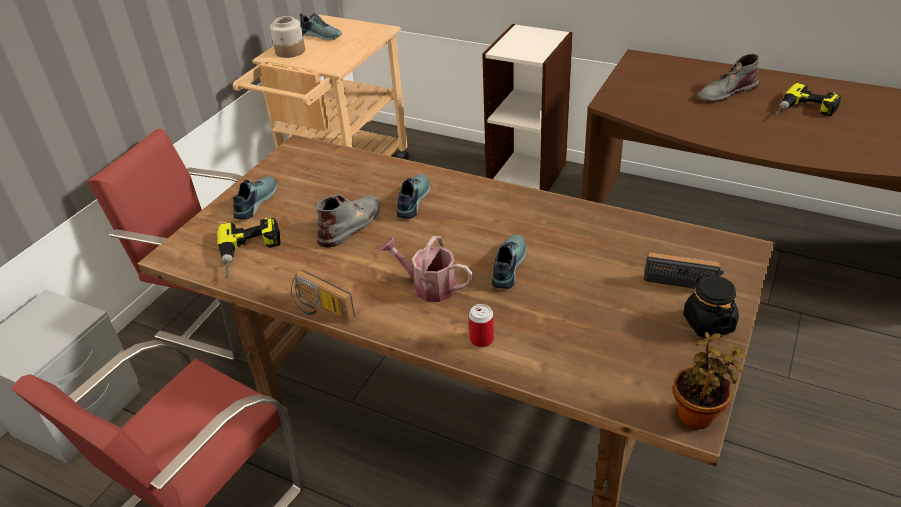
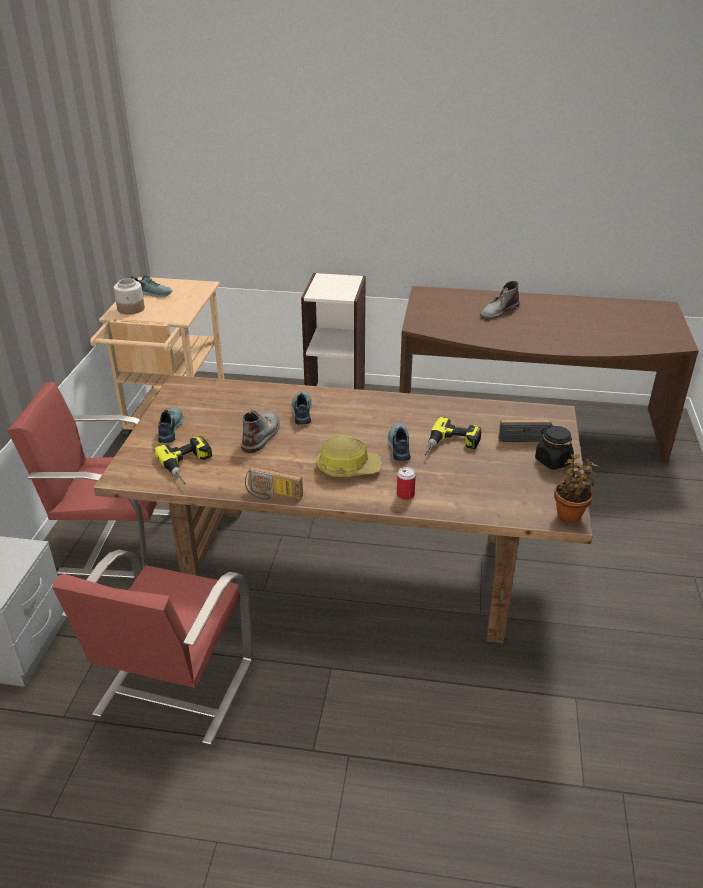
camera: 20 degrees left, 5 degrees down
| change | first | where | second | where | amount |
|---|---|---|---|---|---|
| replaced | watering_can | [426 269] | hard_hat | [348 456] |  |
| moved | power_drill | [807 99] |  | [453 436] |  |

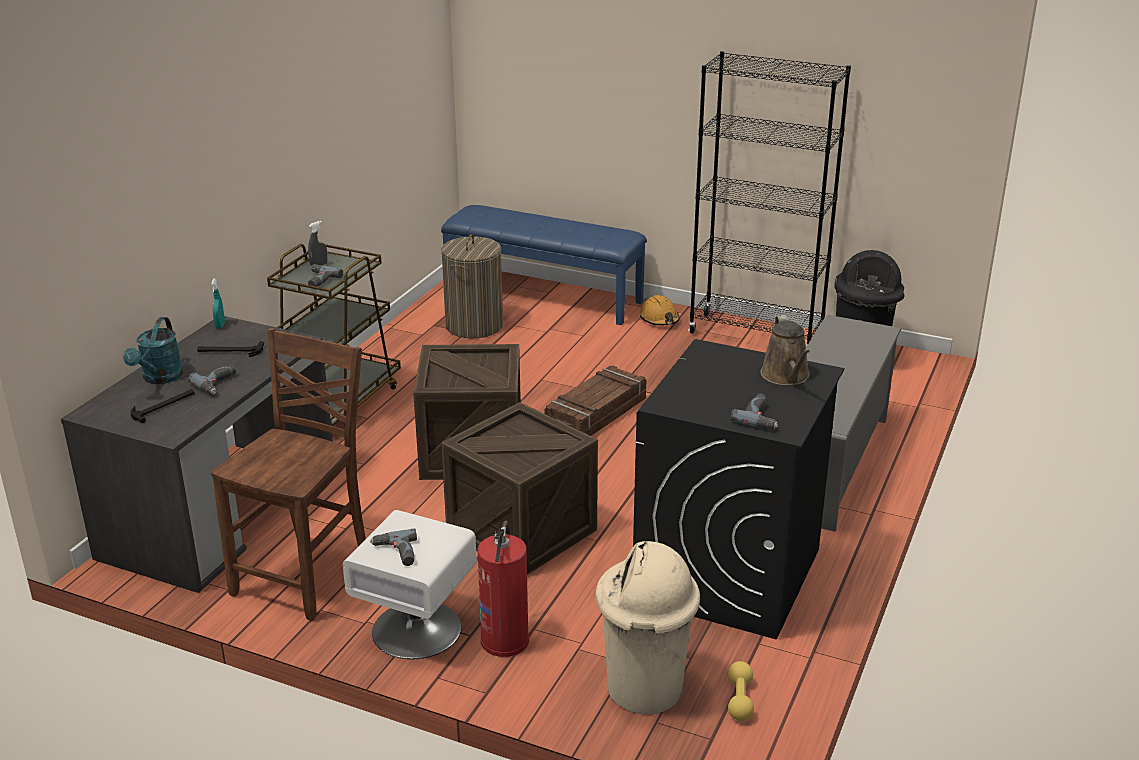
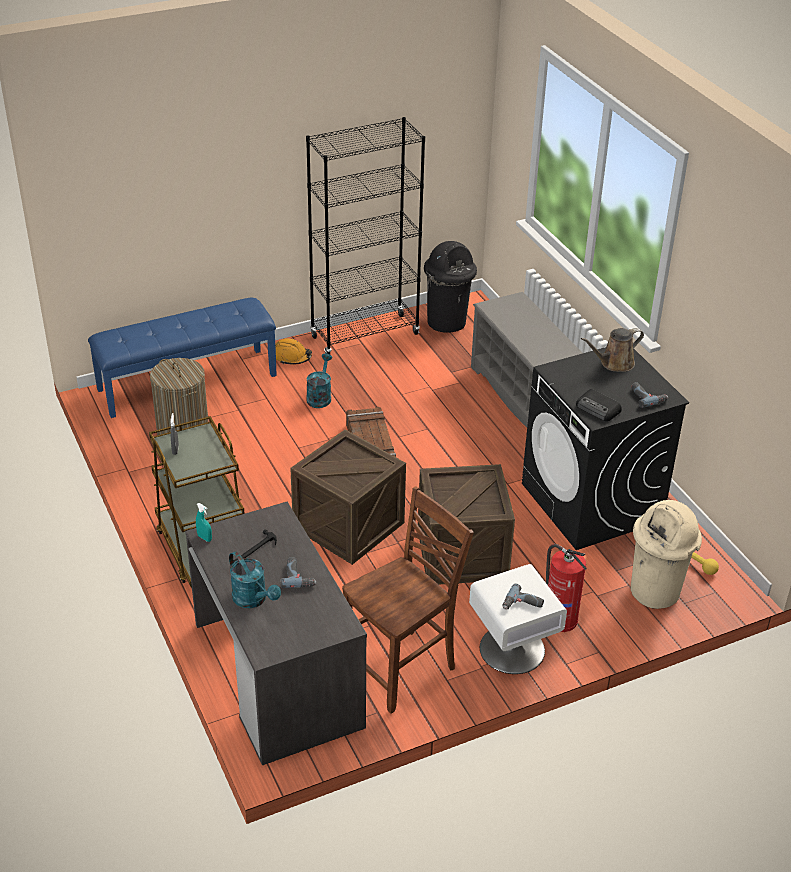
camera: 50 degrees left, 10 degrees up
| change | first | where | second | where | amount |
|---|---|---|---|---|---|
| added |  |  | turquoise_watering_can | [319 381] |  |
| turned | brown_chair | [288 474] |  | [408 600] | 75 degrees clockwise |
| added |  |  | radio | [599 405] |  |
| turned | brown_watering_can | [785 350] |  | [612 350] | 120 degrees clockwise |
| removed | hammer | [162 406] |  |  |  |
| removed | power_drill | [325 275] |  |  |  |

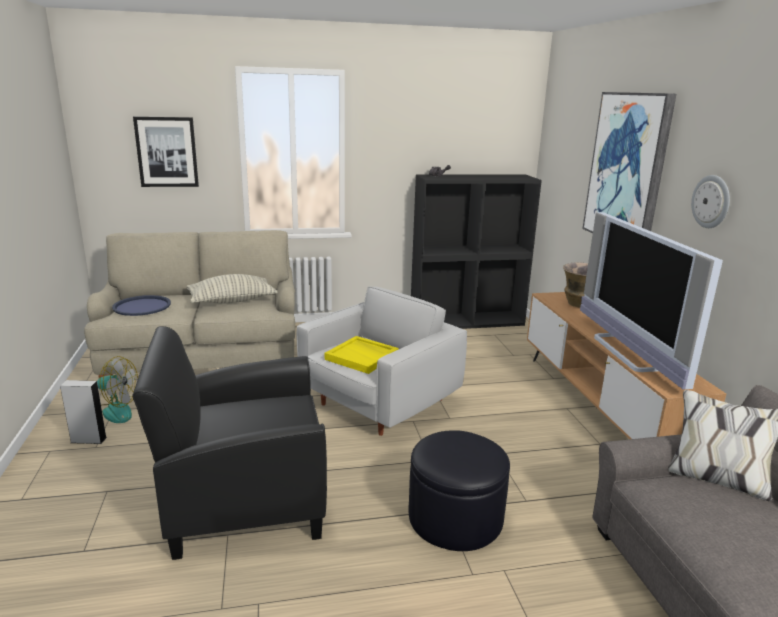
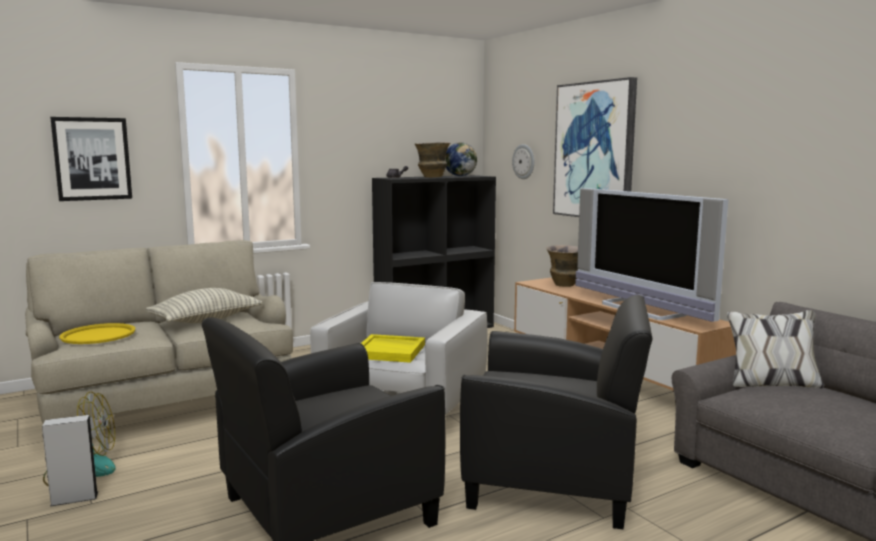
camera: 20 degrees left, 10 degrees down
| change | first | where | second | where | amount |
|---|---|---|---|---|---|
| recoloured | blue_tray | [141 305] | yellow_tray | [97 333] |  |
| added |  |  | vase | [432 160] |  |
| added |  |  | globe | [461 159] |  |
| replaced | black_ottoman | [459 490] | black_armchair | [556 412] |  |
| moved | wall_clock | [710 201] |  | [523 161] |  |

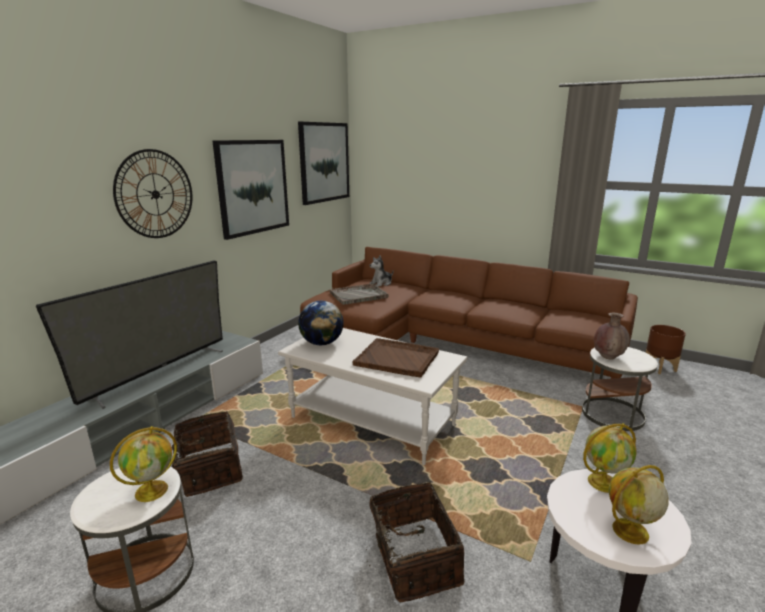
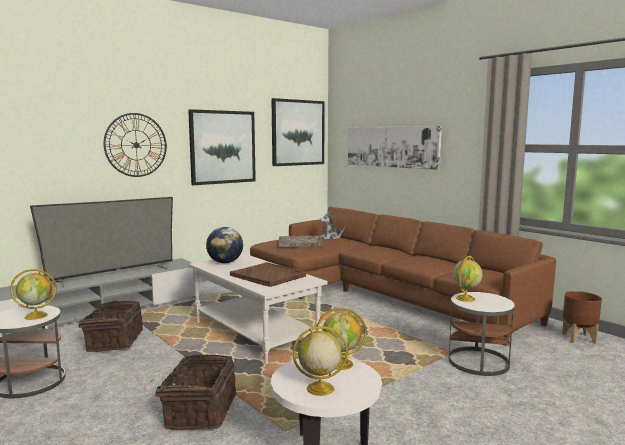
camera: 20 degrees right, 10 degrees down
| change | first | where | second | where | amount |
|---|---|---|---|---|---|
| added |  |  | picture | [395 148] |  |
| replaced | brown_vase | [612 336] | globe | [467 279] |  |

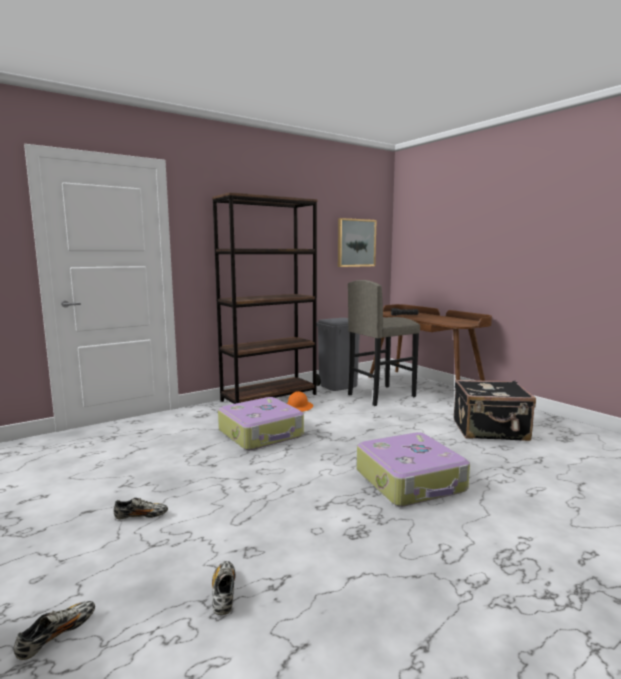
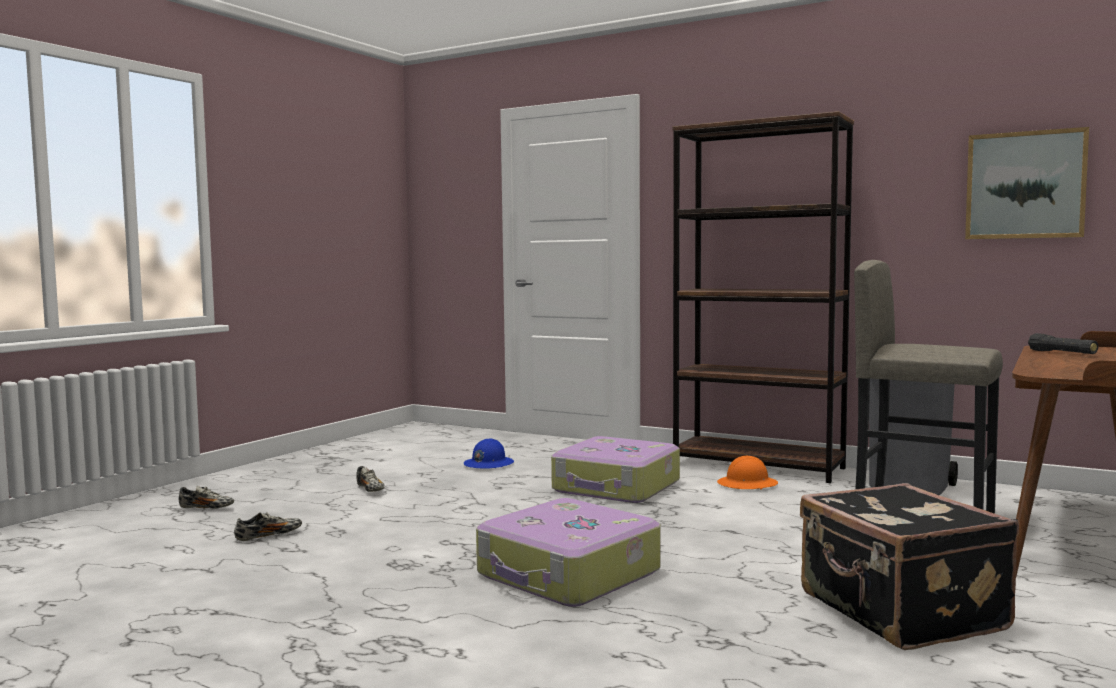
camera: 65 degrees right, 5 degrees down
| change | first | where | second | where | amount |
|---|---|---|---|---|---|
| added |  |  | blue_hard_hat | [489 453] |  |

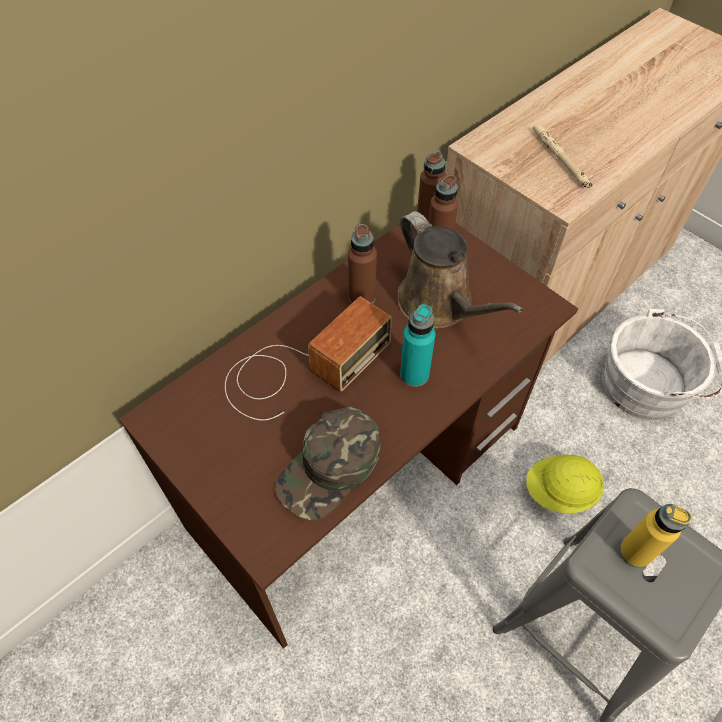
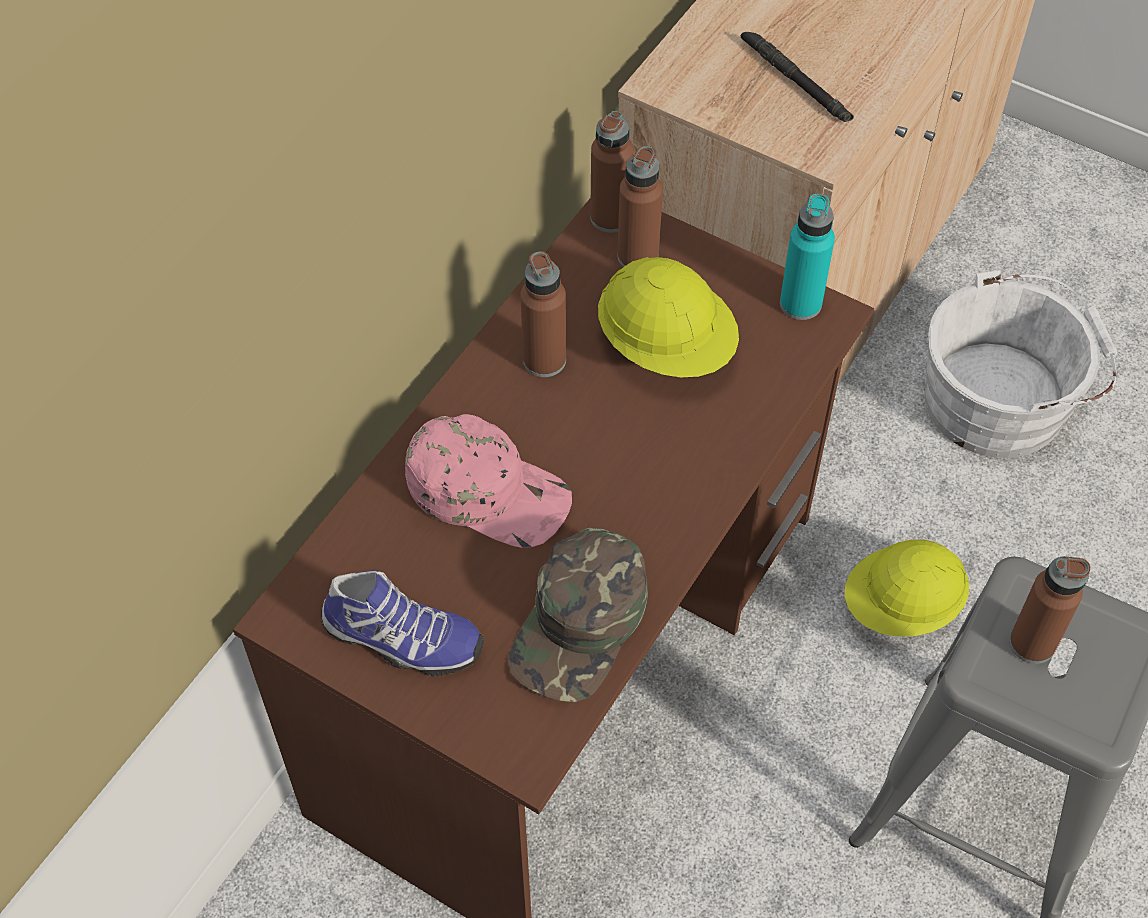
camera: 15 degrees left, 0 degrees up
| change | first | where | second | where | amount |
|---|---|---|---|---|---|
| added |  |  | shoe | [402 623] |  |
| replaced | radio | [309 358] | pink_cap | [488 481] |  |
| replaced | brown_watering_can | [460 270] | yellow_hard_hat | [668 317] |  |
| recoloured | beige_flashlight | [562 156] | black_flashlight | [797 77] |  |
| moved | turquoise_bottle | [418 345] |  | [807 257] |  |
| recoloured | yellow_bottle | [655 536] | brown_bottle | [1049 610] |  |

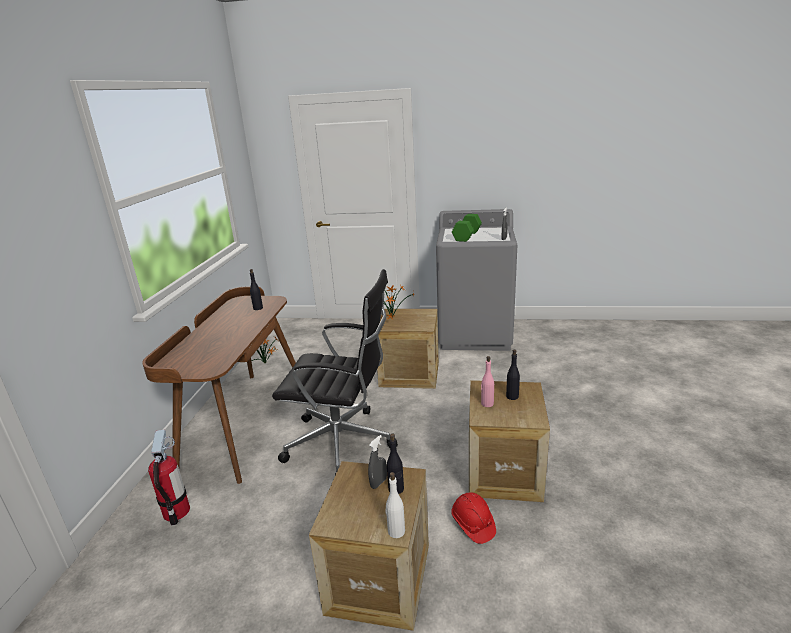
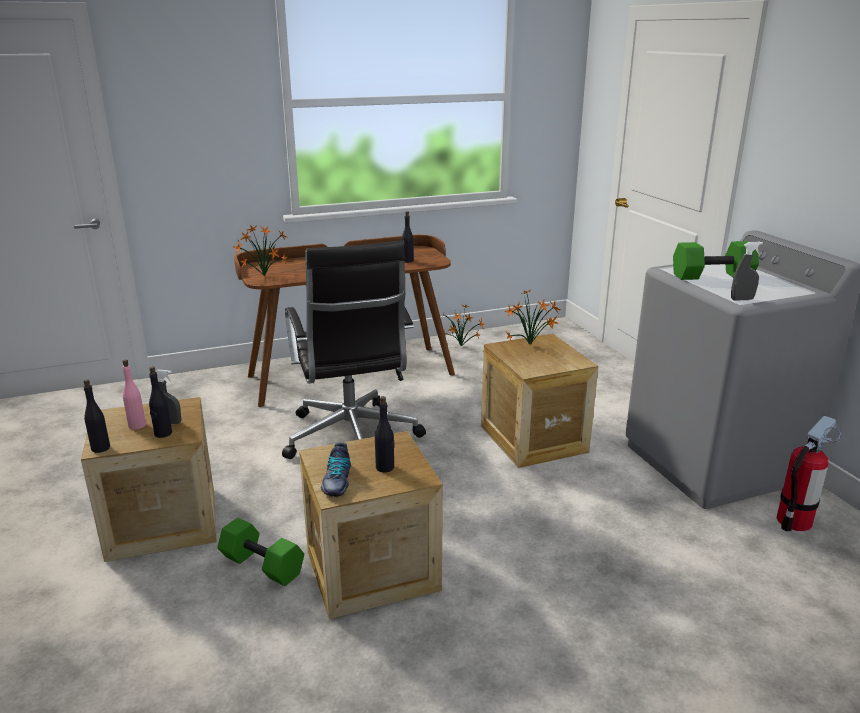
camera: 60 degrees right, 0 degrees up
| change | first | where | second | where | amount |
|---|---|---|---|---|---|
| recoloured | white_bottle | [395 505] | black_bottle | [96 416] |  |
| moved | pink_bottle | [487 381] |  | [134 394] |  |
| replaced | red_hard_hat | [473 518] | green_dumbbell | [260 552] |  |
| added |  |  | potted_plant | [260 250] |  |
| added |  |  | shoe | [336 469] |  |
| moved | fire_extinguisher | [169 477] |  | [809 473] |  |

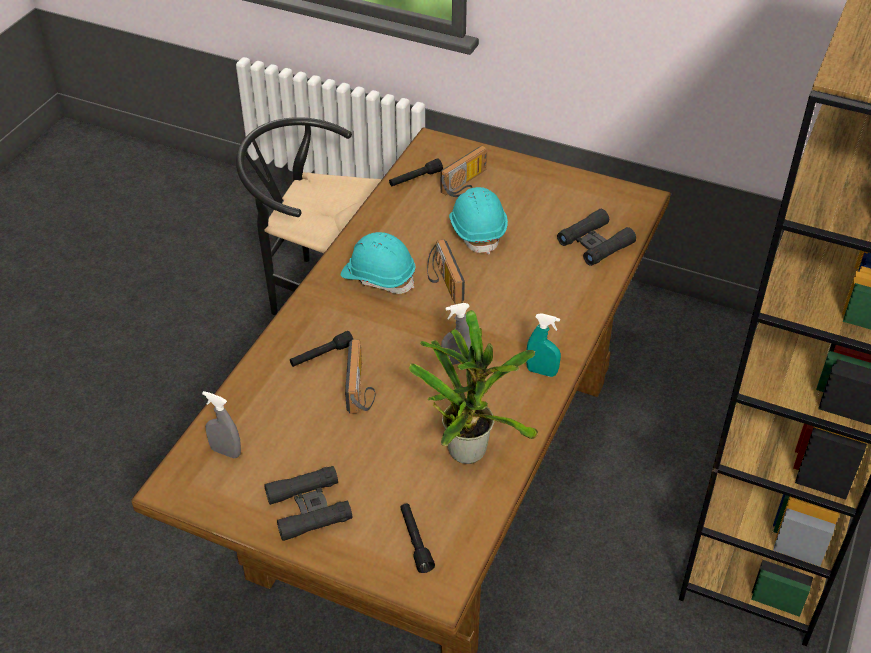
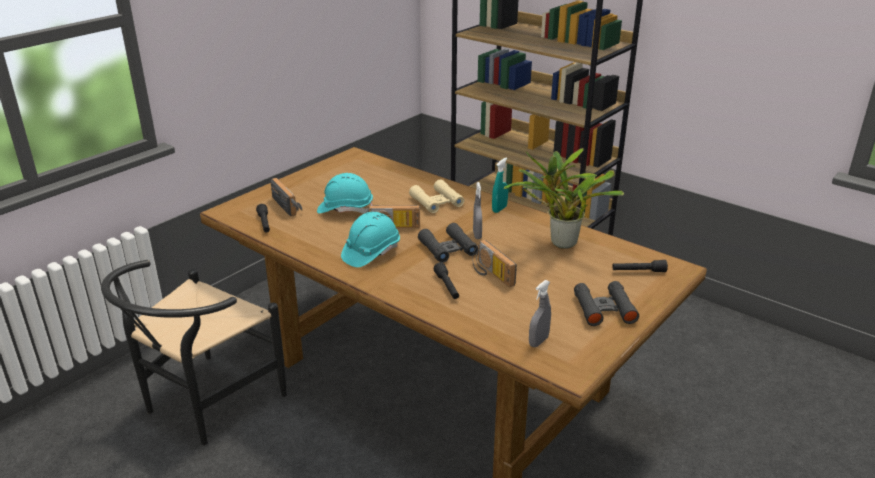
camera: 75 degrees left, 15 degrees down
| change | first | where | second | where | amount |
|---|---|---|---|---|---|
| added |  |  | beige_binoculars | [436 196] |  |
| moved | black_binoculars | [596 237] |  | [448 243] |  |
| turned | radio | [360 376] |  | [494 263] | 135 degrees counterclockwise |

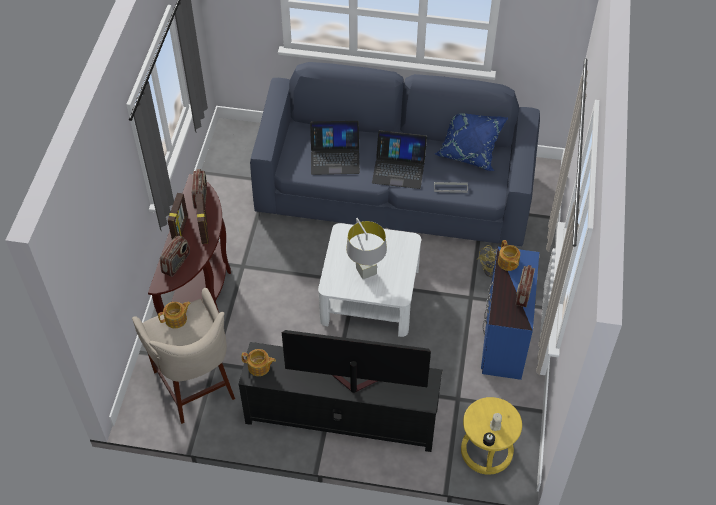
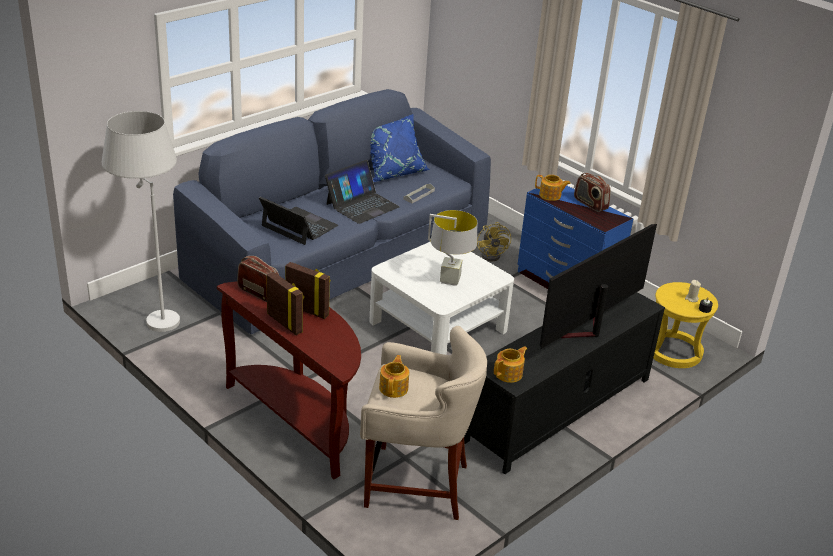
camera: 55 degrees left, 20 degrees down
| change | first | where | second | where | amount |
|---|---|---|---|---|---|
| added |  |  | white_floor_lamp | [141 221] |  |
| turned | laptop | [335 148] |  | [298 221] | 90 degrees counterclockwise |
| removed | radio | [175 256] |  |  |  |

